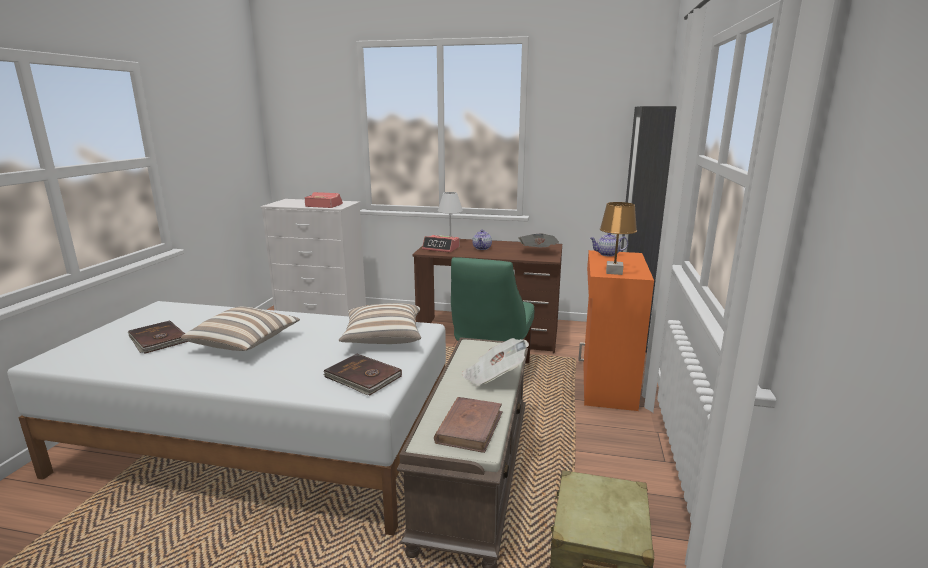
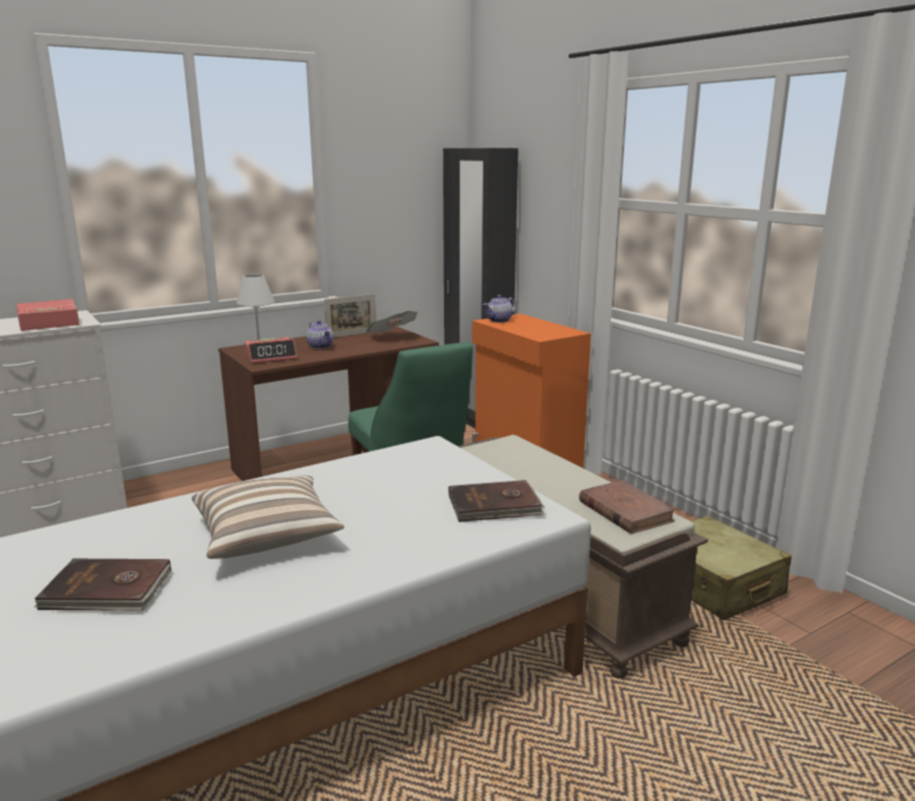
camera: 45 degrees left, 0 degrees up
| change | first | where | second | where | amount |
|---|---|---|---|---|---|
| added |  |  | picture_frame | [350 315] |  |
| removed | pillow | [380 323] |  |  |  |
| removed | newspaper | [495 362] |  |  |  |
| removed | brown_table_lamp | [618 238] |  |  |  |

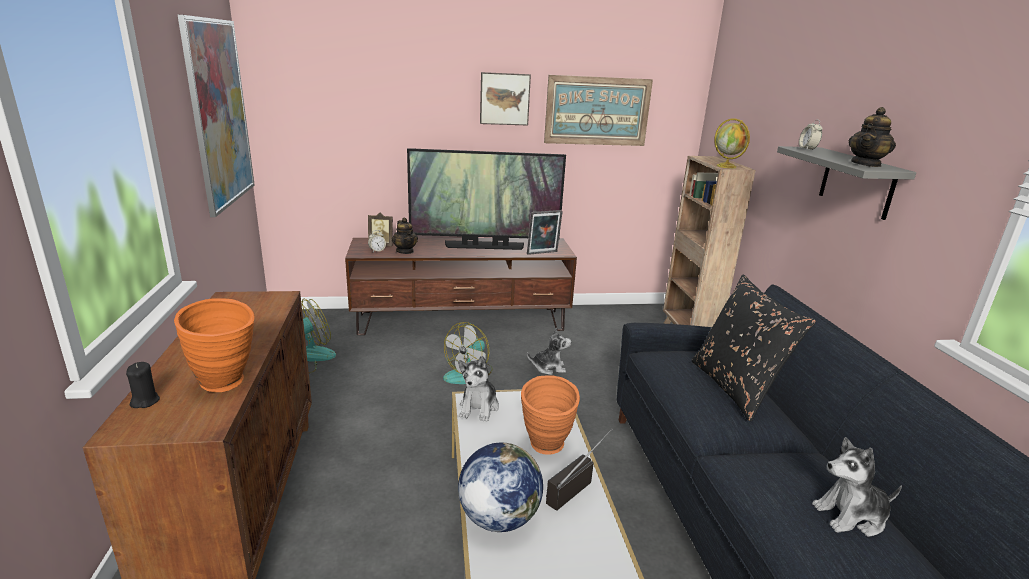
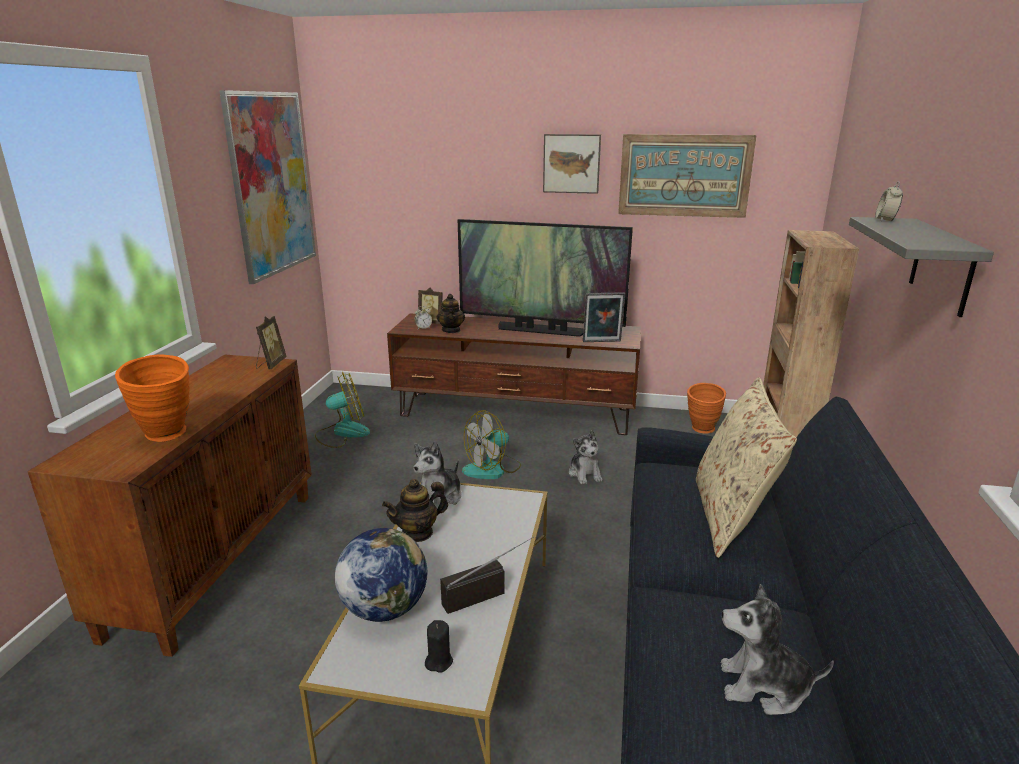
camera: 20 degrees right, 0 degrees up
| change | first | where | second | where | amount |
|---|---|---|---|---|---|
| added |  |  | picture_frame | [271 343] |  |
| moved | teapot | [872 137] |  | [415 510] |  |
| moved | black_candle | [143 385] |  | [439 646] |  |
| turned | plush_toy | [549 351] |  | [586 457] | 60 degrees clockwise |
| moved | orange_vase | [550 415] |  | [706 408] |  |
| recoloured | black_pillow | [754 348] | beige_pillow | [746 467] |  |
| removed | globe | [732 143] |  |  |  |

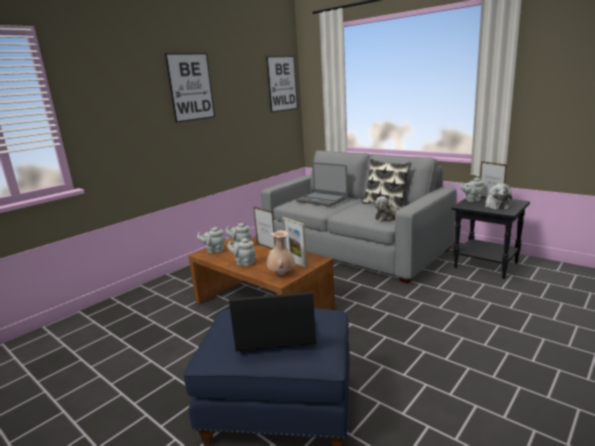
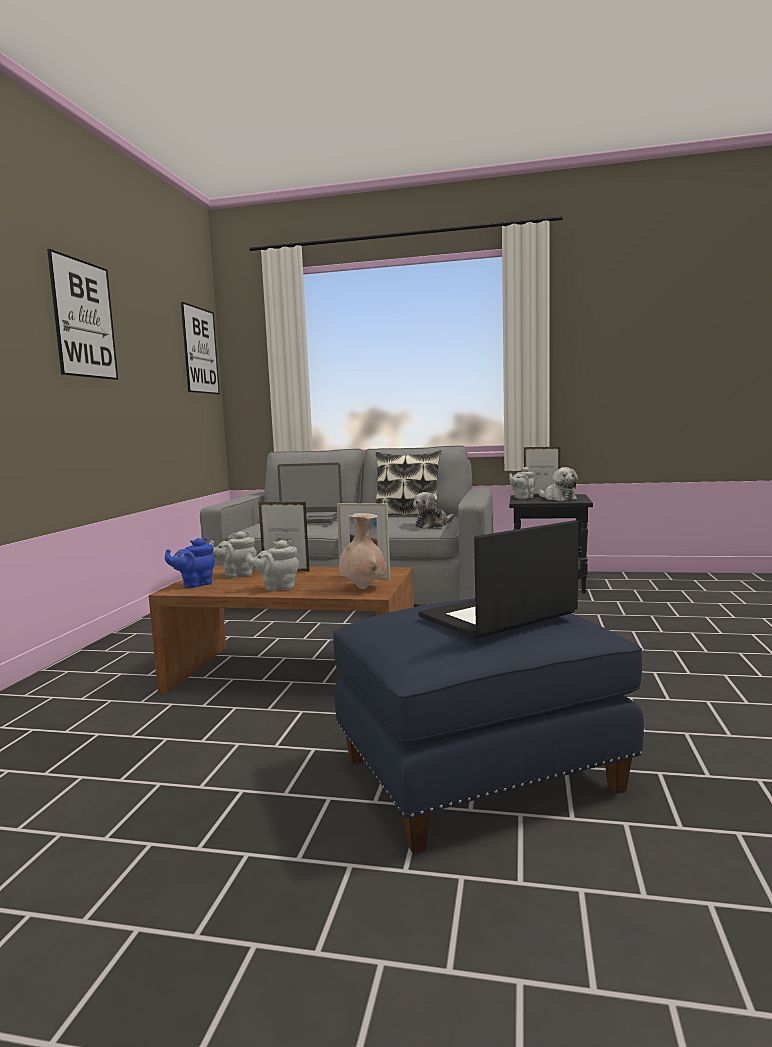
camera: 30 degrees left, 10 degrees down
| change | first | where | second | where | amount |
|---|---|---|---|---|---|
| recoloured | grey_teapot | [211 240] | blue_teapot | [190 563] |  |

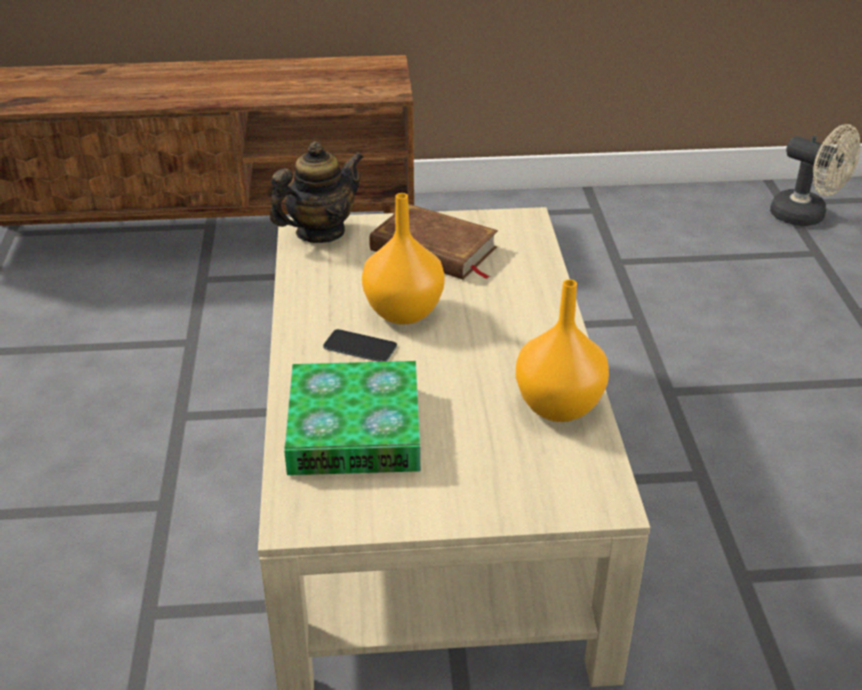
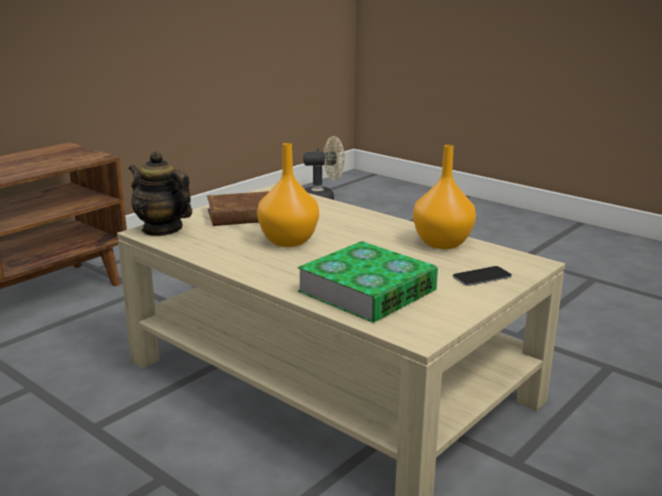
camera: 45 degrees left, 15 degrees down
| change | first | where | second | where | amount |
|---|---|---|---|---|---|
| turned | teapot | [316 192] |  | [160 193] | 60 degrees counterclockwise |
| moved | phone | [360 345] |  | [482 276] |  |

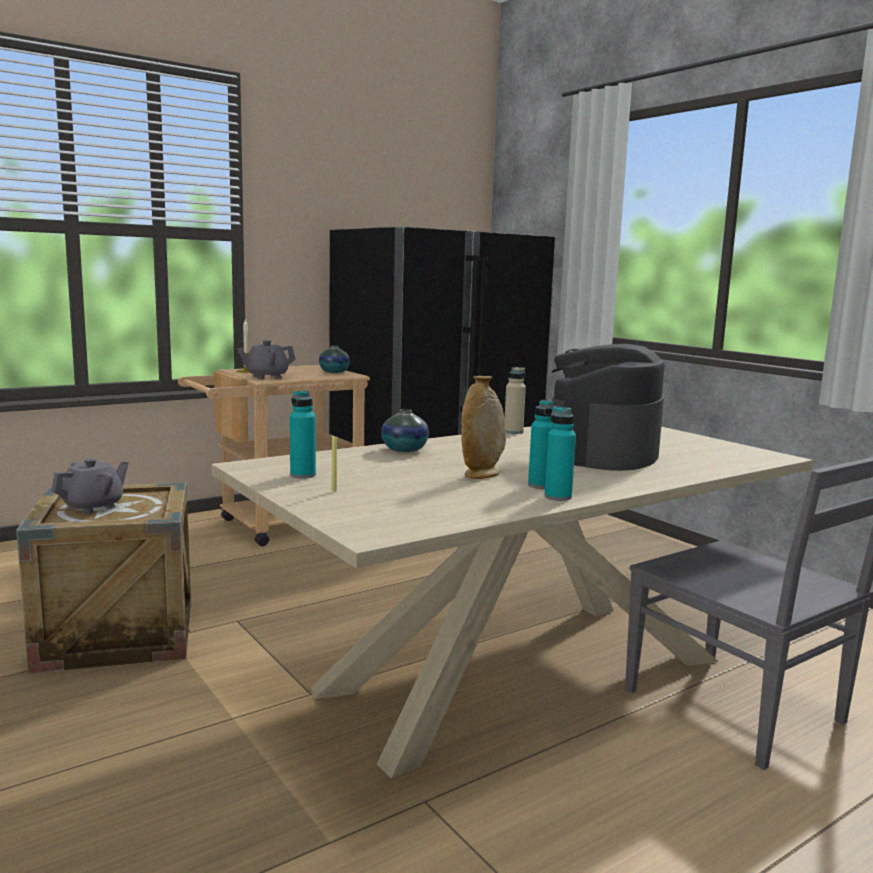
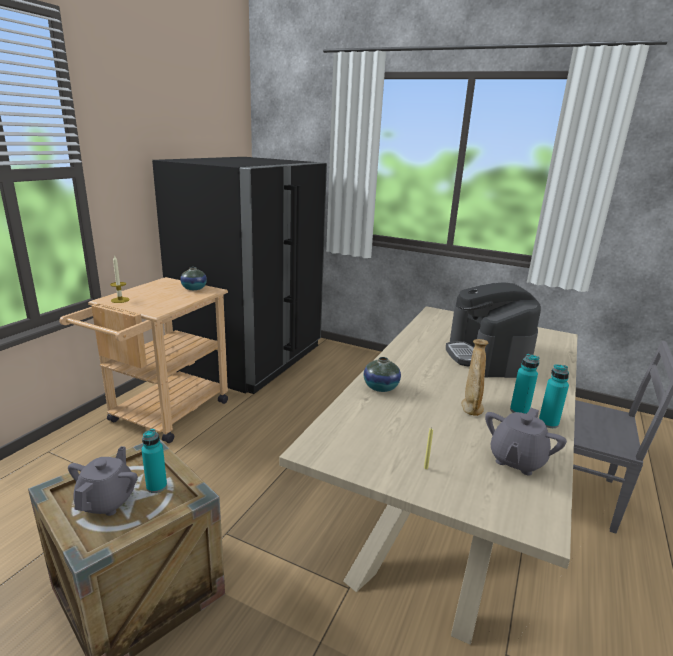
camera: 30 degrees left, 10 degrees up
| change | first | where | second | where | amount |
|---|---|---|---|---|---|
| moved | turquoise_bottle | [303 434] |  | [154 461] |  |
| moved | grey_teapot | [266 359] |  | [526 441] |  |
| removed | beige_bottle | [515 400] |  |  |  |

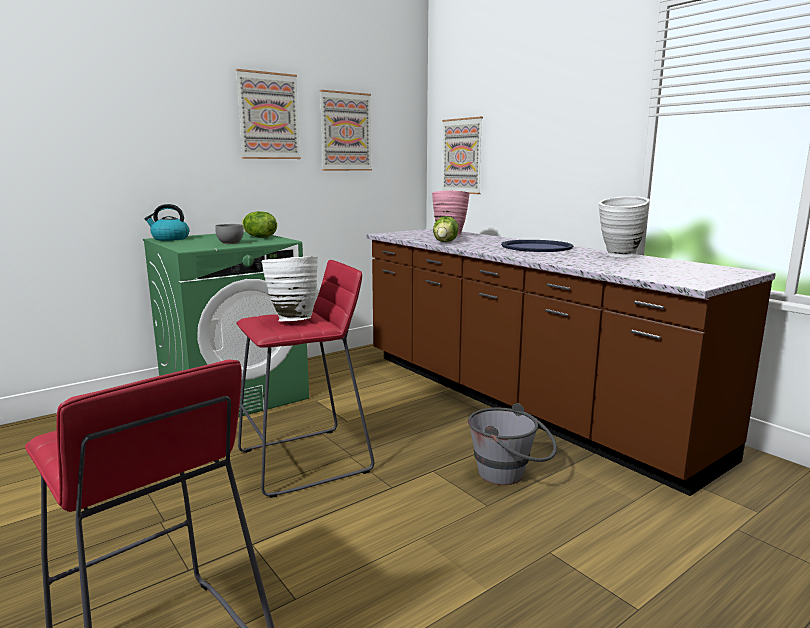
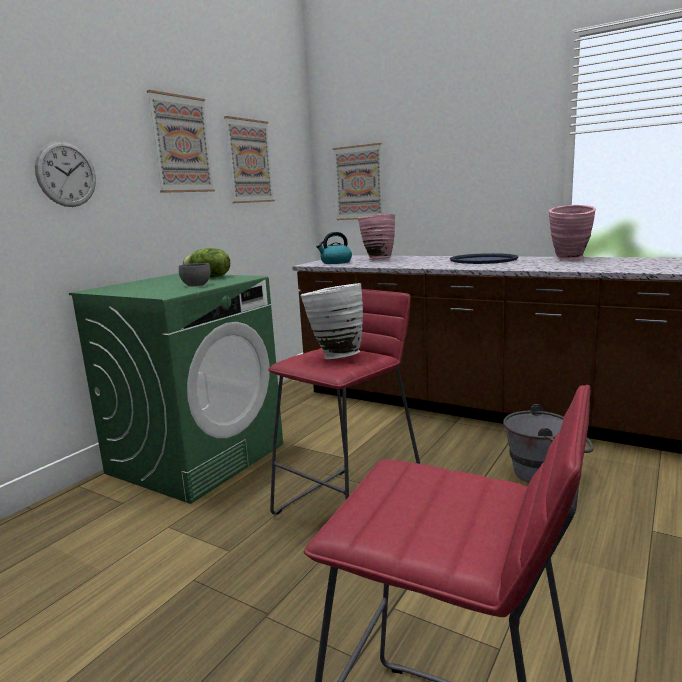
camera: 20 degrees left, 0 degrees up
| change | first | where | second | where | amount |
|---|---|---|---|---|---|
| added |  |  | wall_clock | [65 174] |  |
| moved | kettle | [166 222] |  | [334 248] |  |
| recoloured | white_vase | [624 226] | pink_vase | [572 232] |  |
| removed | lettuce | [445 229] |  |  |  |

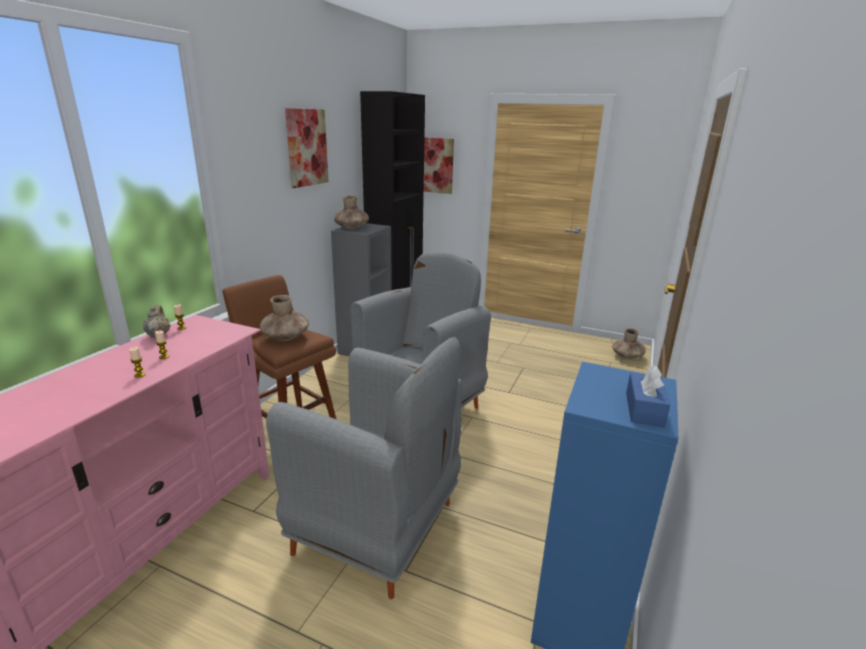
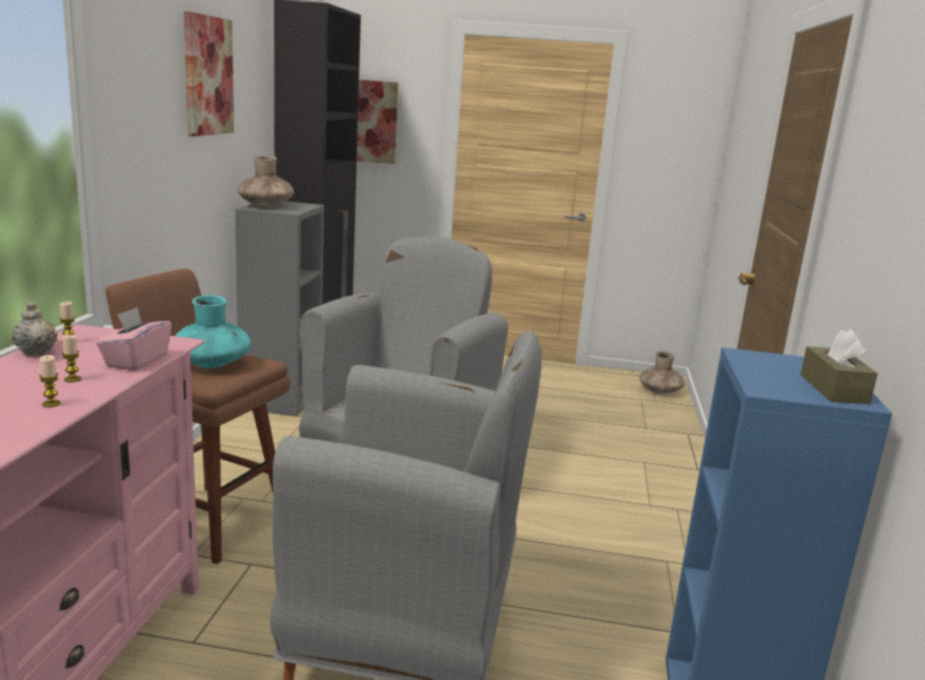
camera: 15 degrees left, 5 degrees down
| change | first | where | second | where | amount |
|---|---|---|---|---|---|
| added |  |  | pink_tissue_box | [134 339] |  |
| recoloured | brown_vase | [284 318] | turquoise_vase | [213 331] |  |
| recoloured | blue_tissue_box | [648 396] | brown_tissue_box | [839 366] |  |

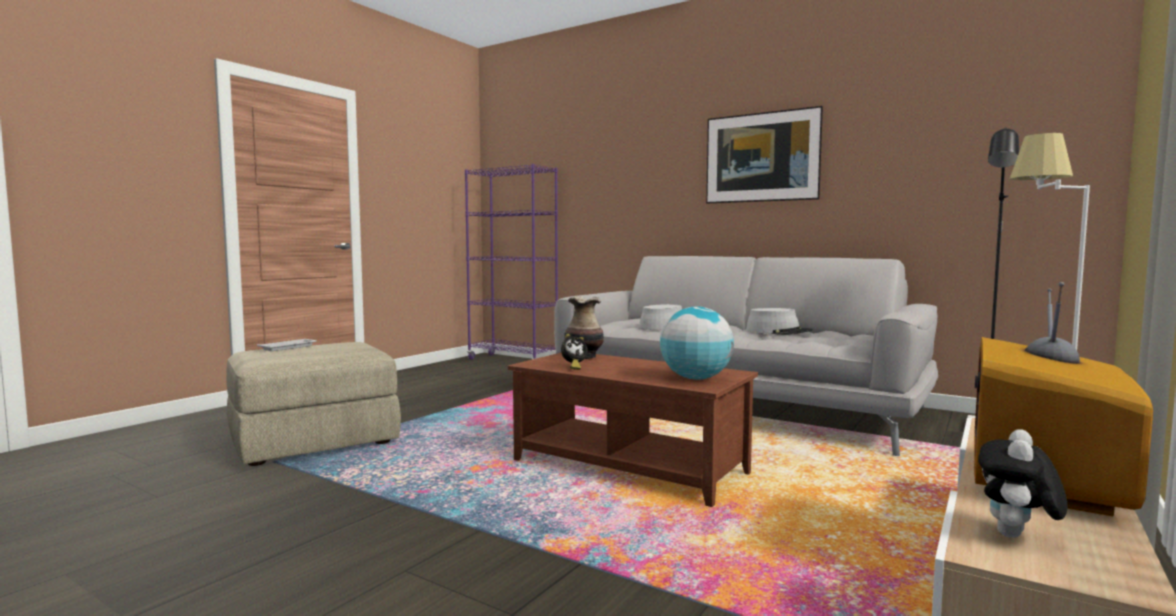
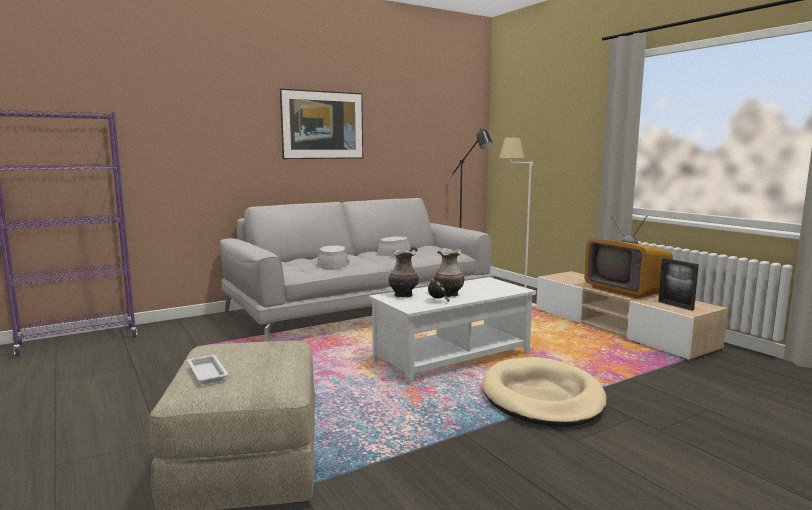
camera: 65 degrees left, 5 degrees up
| change | first | where | second | where | amount |
|---|---|---|---|---|---|
| recoloured | brown_coffee_table | [633 430] | white_coffee_table | [452 331] |  |
| added |  |  | vase | [449 272] |  |
| added |  |  | beige_dog_bed | [544 392] |  |
| replaced | plush_toy | [1023 483] | picture_frame | [678 284] |  |
| removed | globe | [697 343] |  |  |  |

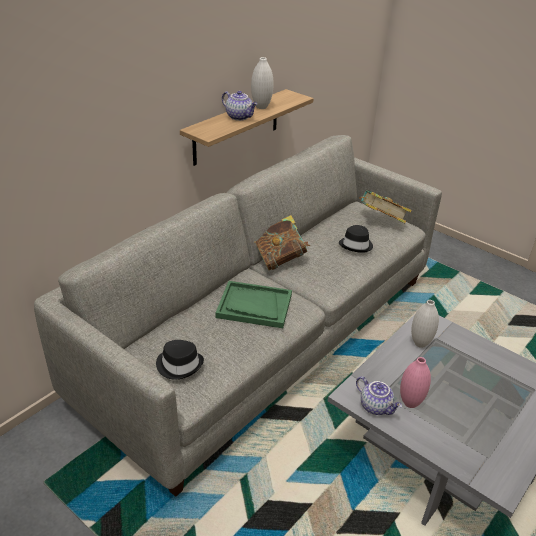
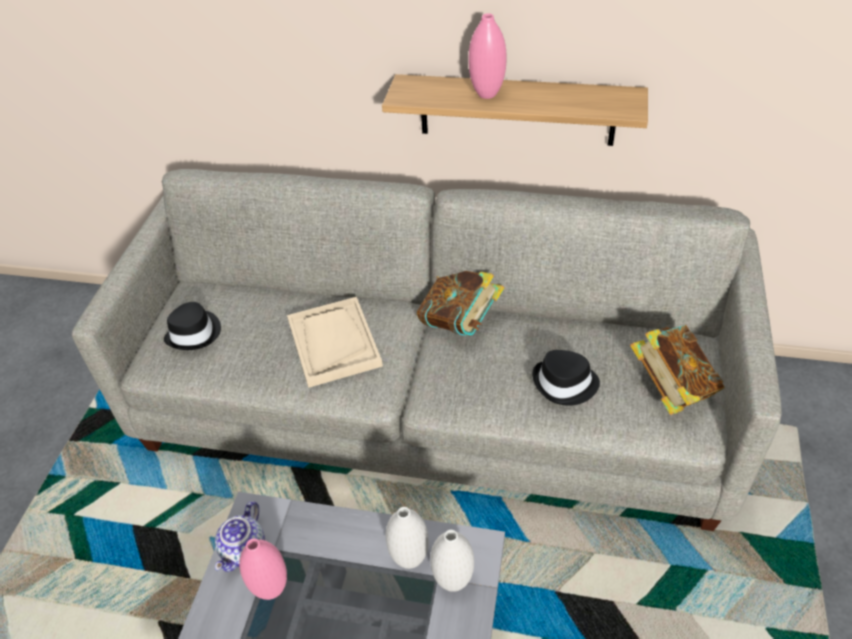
camera: 65 degrees right, 10 degrees up
| change | first | where | second | where | amount |
|---|---|---|---|---|---|
| recoloured | green_tray | [253 304] | beige_tray | [335 342] |  |
| moved | white_vase | [262 83] |  | [452 561] |  |
| replaced | teapot | [240 106] | pink_vase | [487 56] |  |

